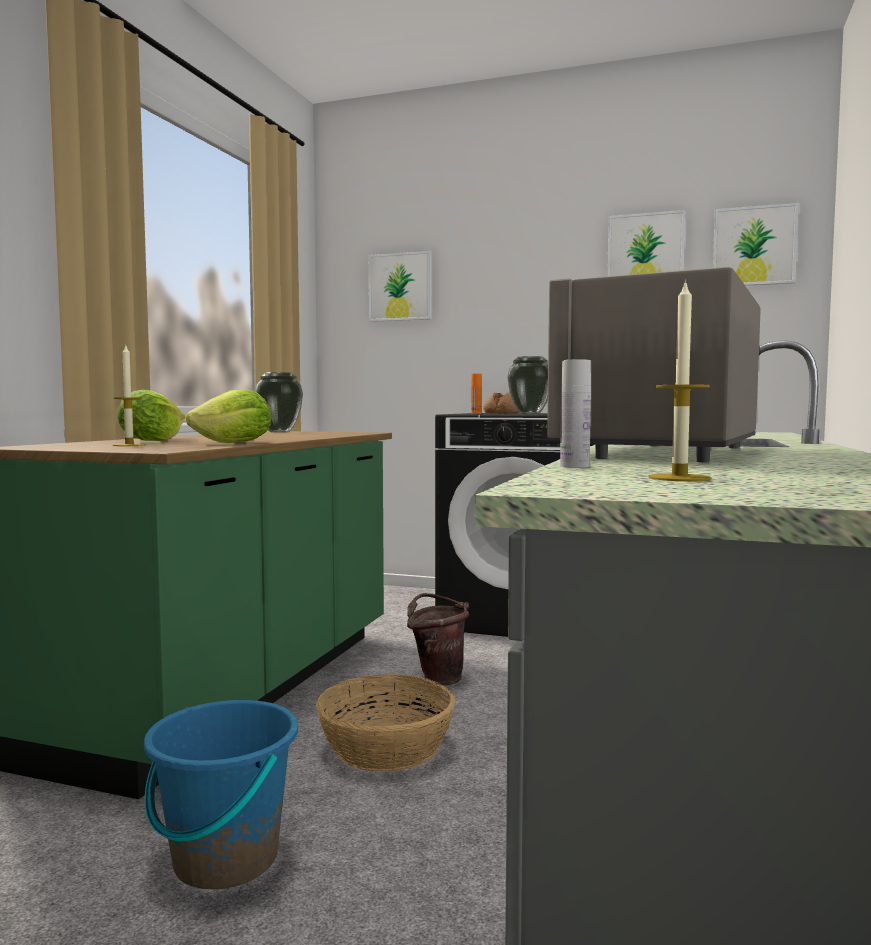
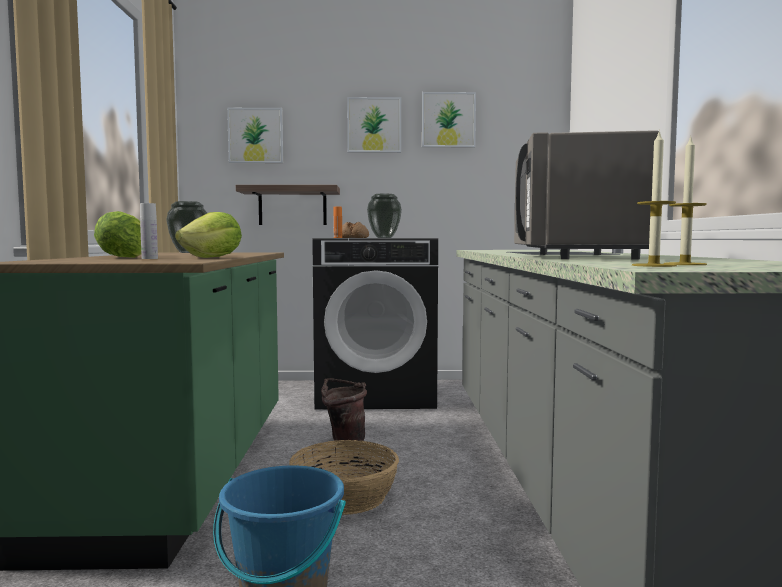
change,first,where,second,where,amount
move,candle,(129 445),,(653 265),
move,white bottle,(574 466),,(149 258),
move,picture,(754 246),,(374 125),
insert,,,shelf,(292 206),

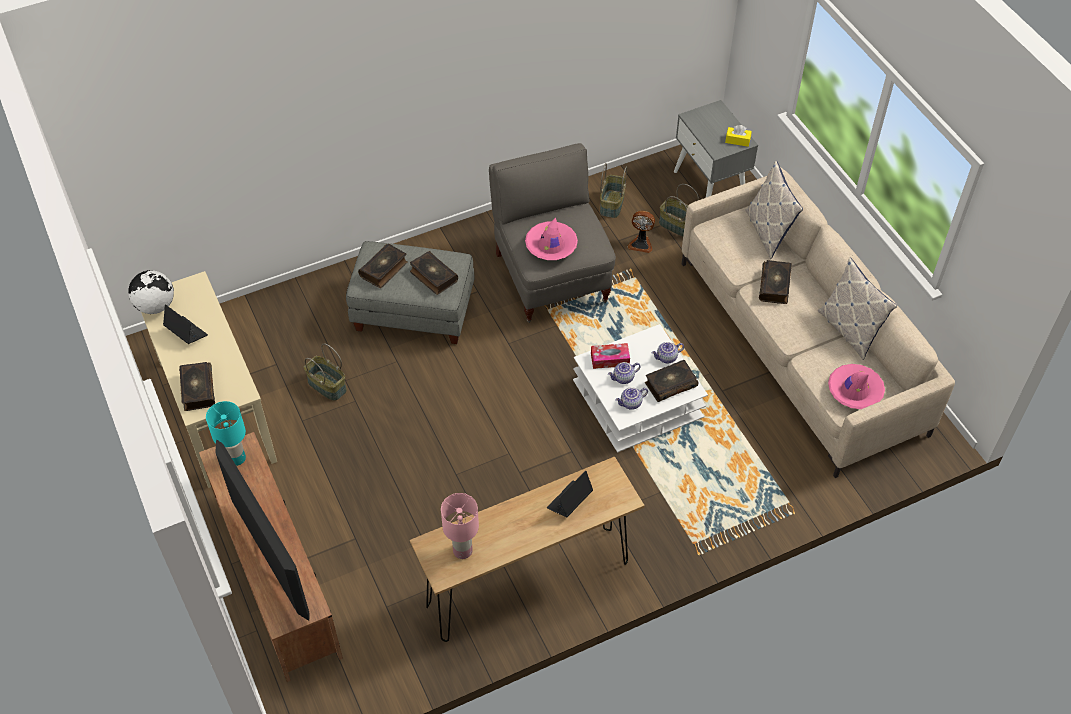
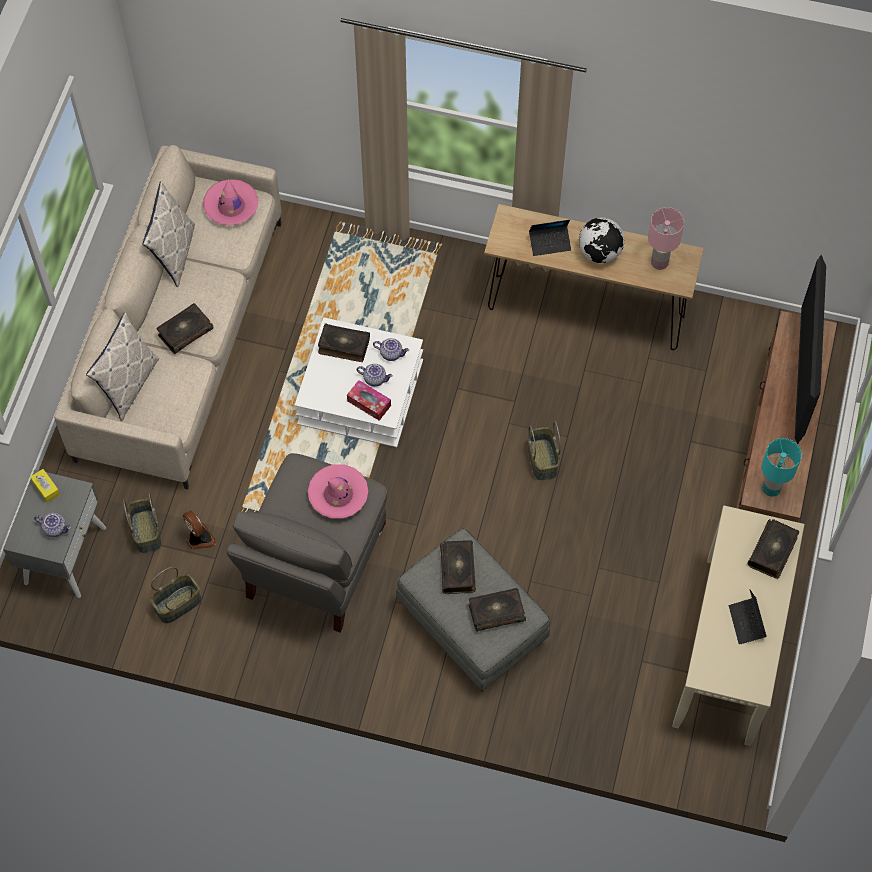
change,first,where,second,where,amount
move,globe,(155 306),,(600 253),
move,basket,(326 386),,(543 460),
move,teapot,(666 358),,(55 528),

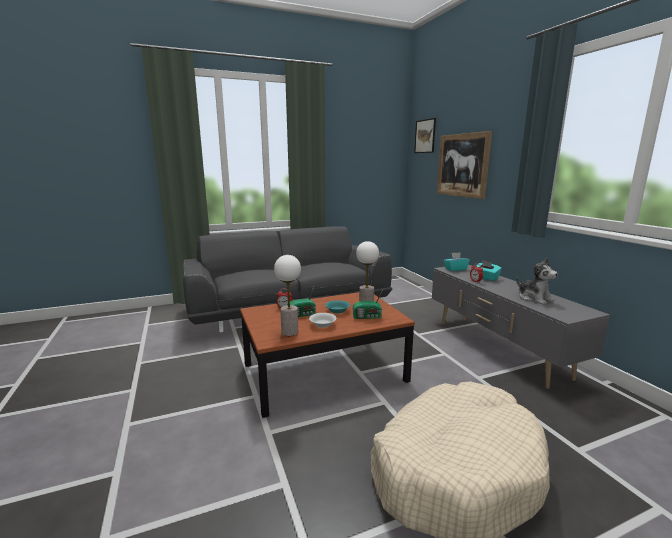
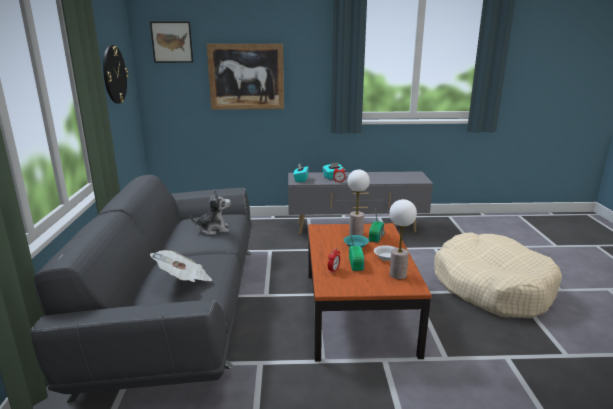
change,first,where,second,where,amount
move,plush toy,(534 298),,(213 229),
insert,,,wall clock,(114 74),
insert,,,newspaper,(184 280),

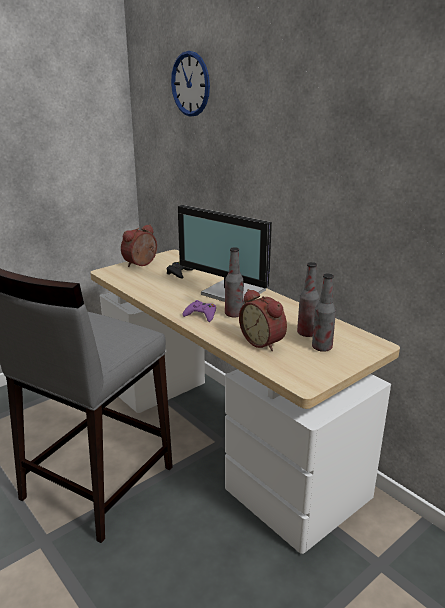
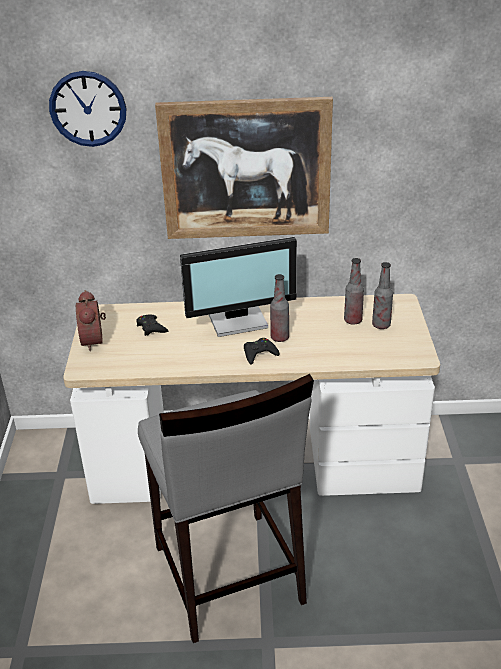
change,first,where,second,where,amount
recolor,purple game controller,(201 315),black game controller,(259 354),
delete,alarm clock,(264 341),,,
insert,,,picture,(246 169),

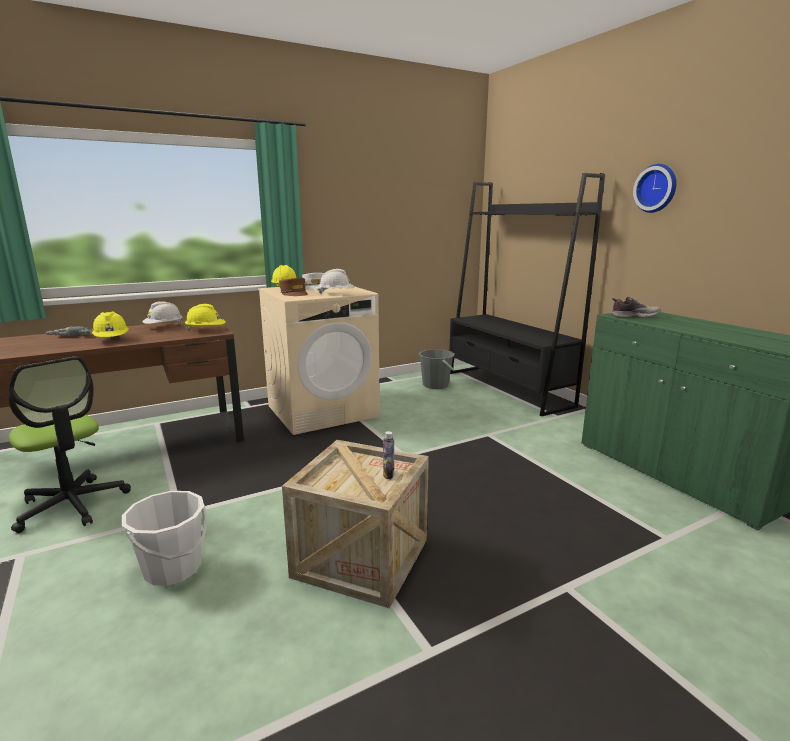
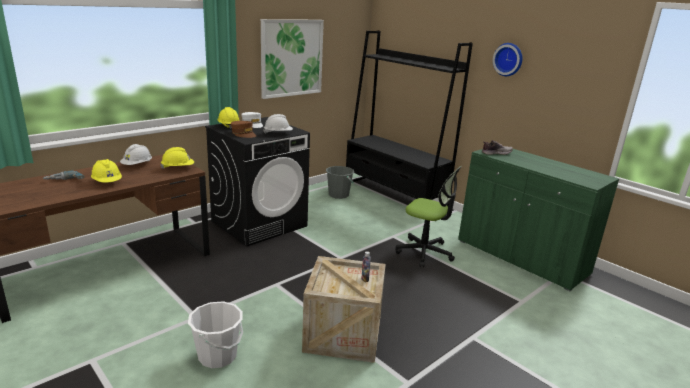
change,first,where,second,where,amount
move,office chair,(72 505),,(424 252),
recolor,beige washing machine,(323 411),black washing machine,(259 223),
insert,,,picture,(291 58),

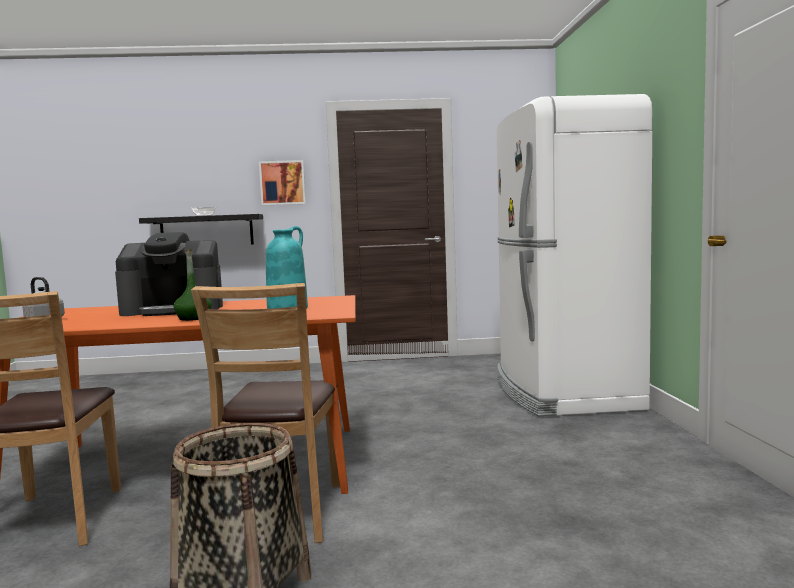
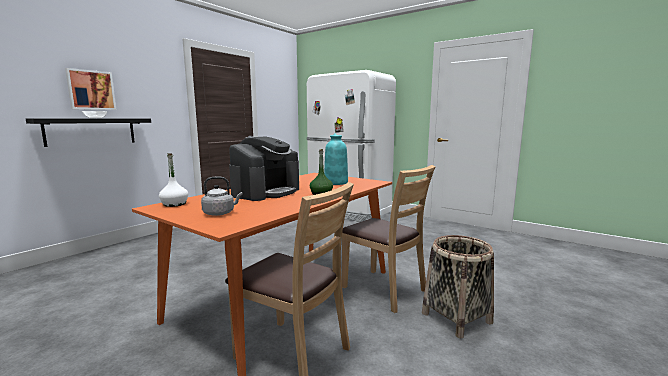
change,first,where,second,where,amount
move,picture,(282 183),,(91 90),
insert,,,white bottle,(174 204),

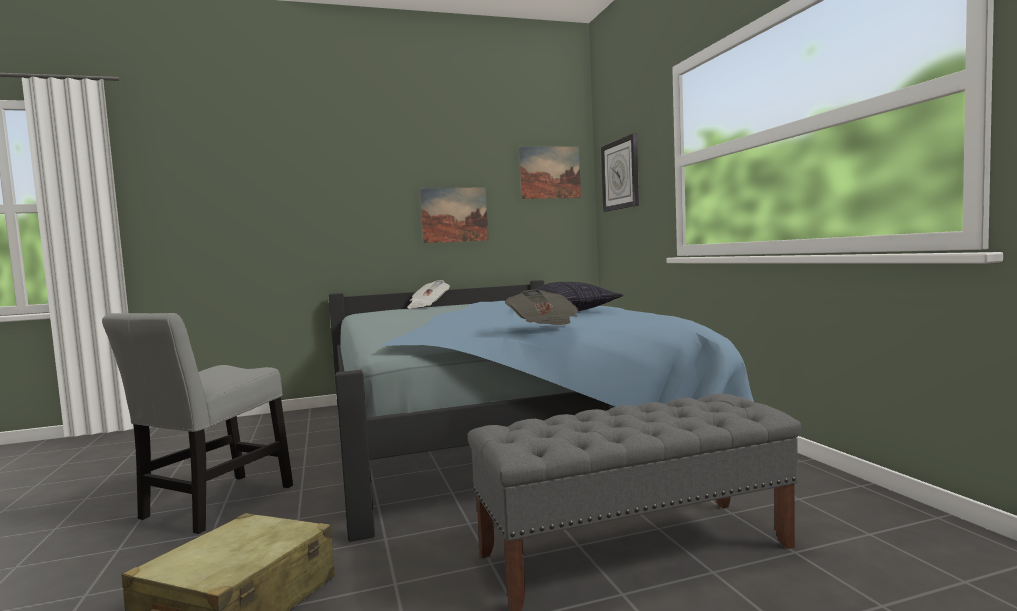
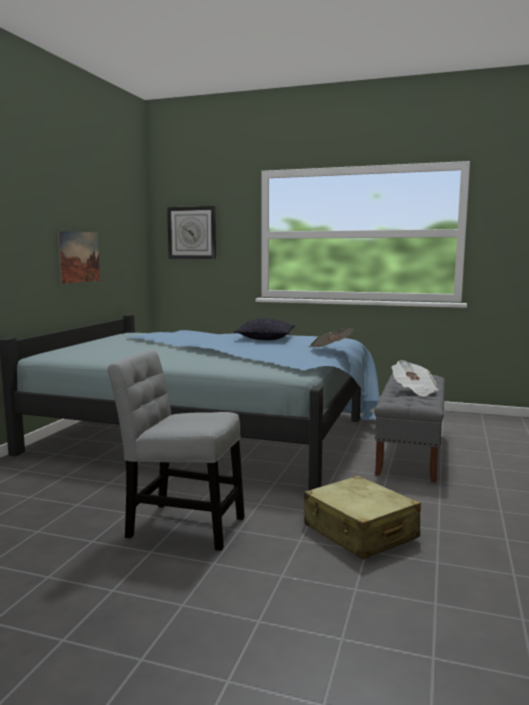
change,first,where,second,where,amount
rotate,grey chair,(213 505),,(181 525),135 degrees clockwise
move,newspaper,(428 306),,(414 390),
delete,picture,(550 172),,,

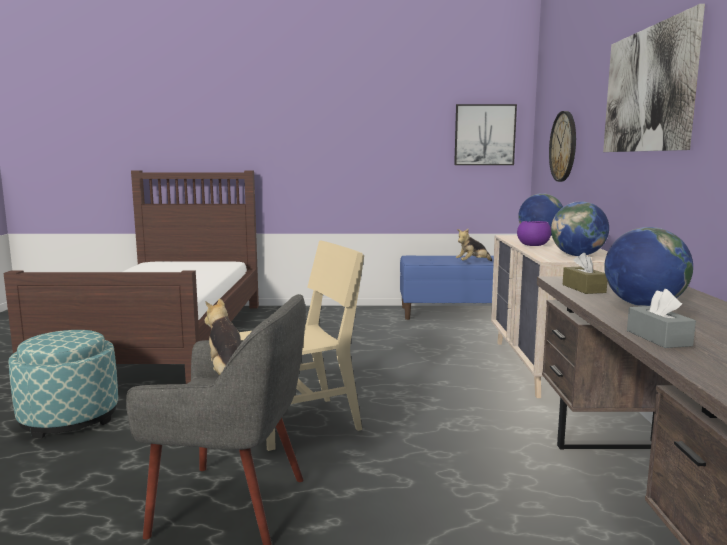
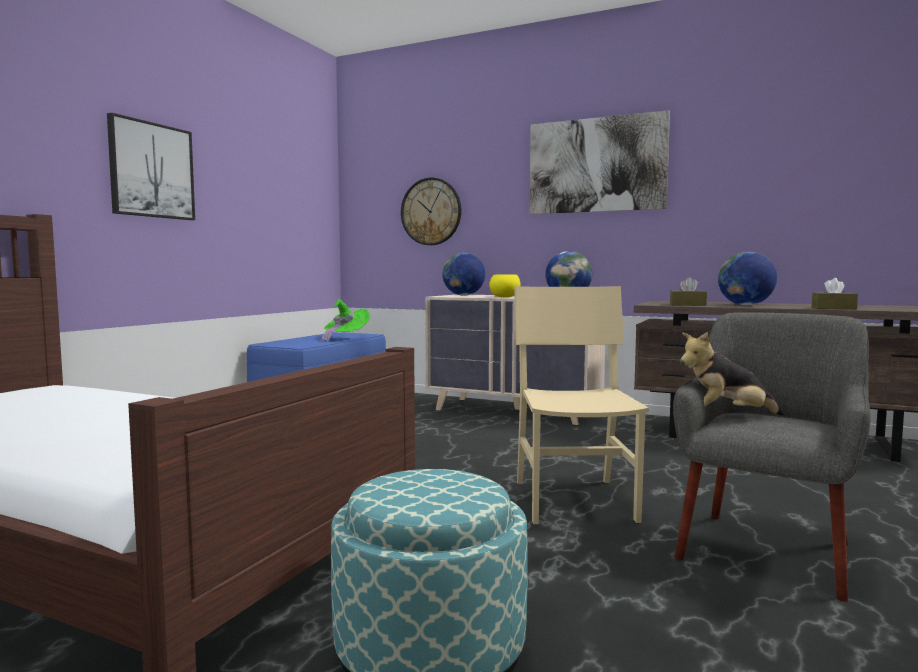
change,first,where,second,where,amount
move,picture,(484 135),,(151 170),
replace,plush toy,(472 263),green hat,(345 339),
recolor,purple bowl,(534 245),yellow bowl,(505 297),
recolor,grey tissue box,(658 338),brown tissue box,(833 308),

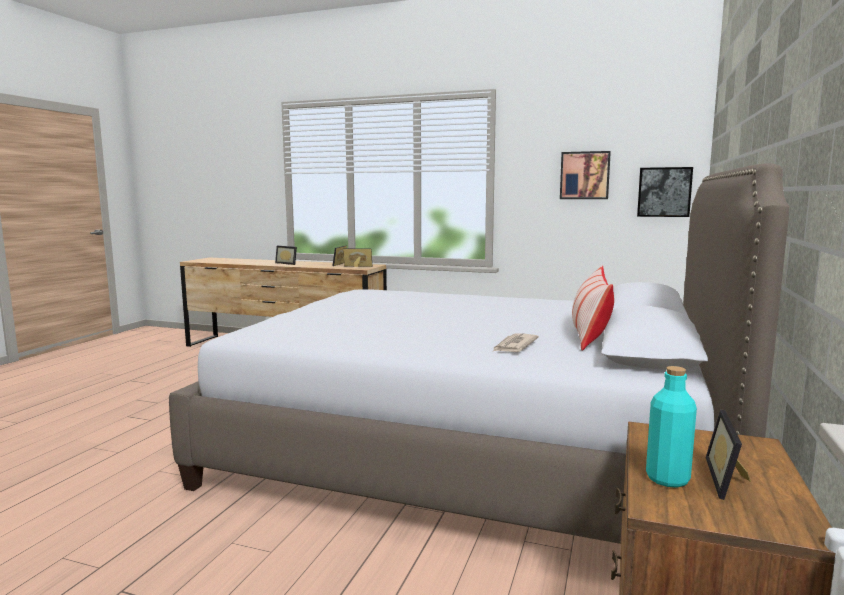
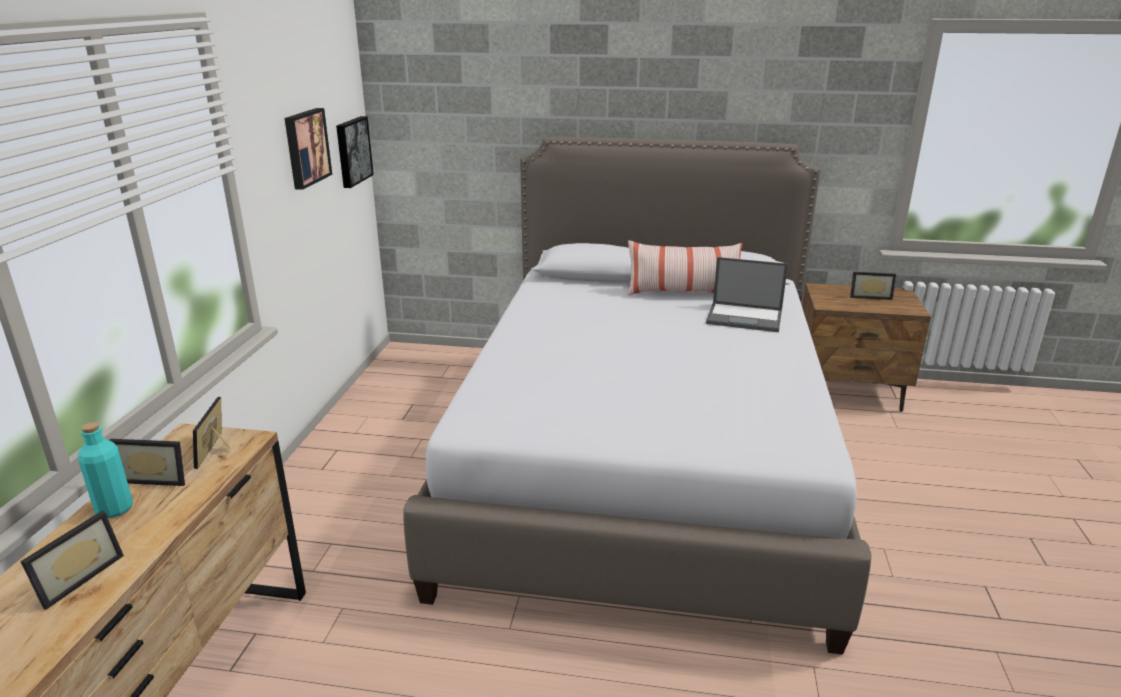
change,first,where,second,where,amount
replace,newspaper,(514 346),laptop,(745 317),
move,turquoise bottle,(667 479),,(114 509),

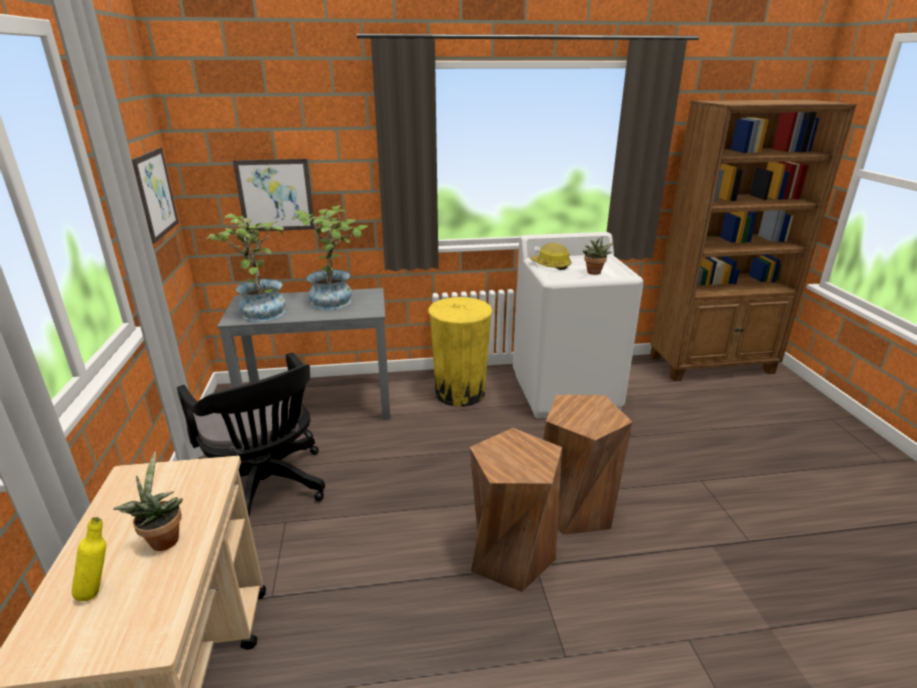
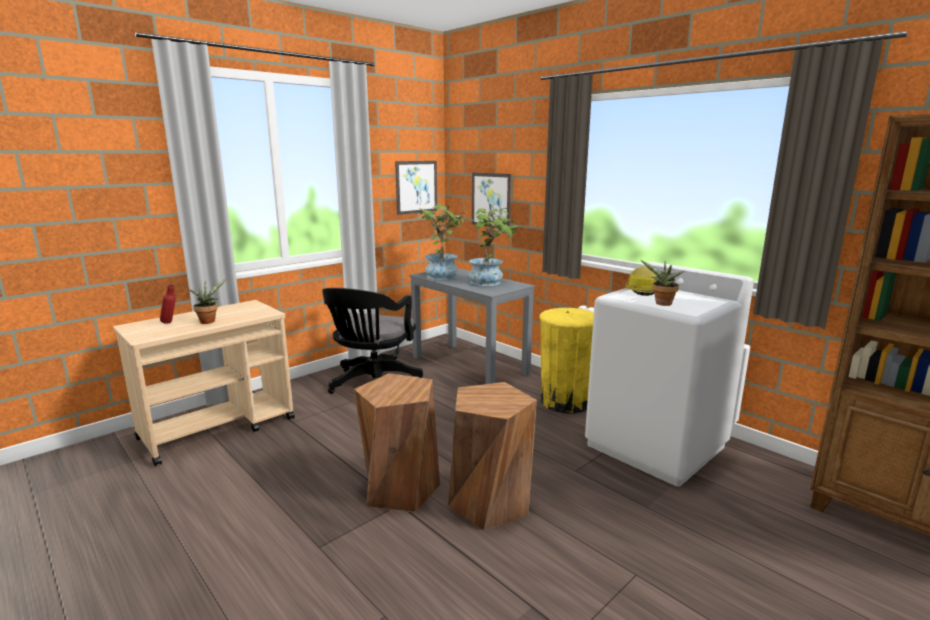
change,first,where,second,where,amount
recolor,yellow bottle,(100 590),red bottle,(170 323),

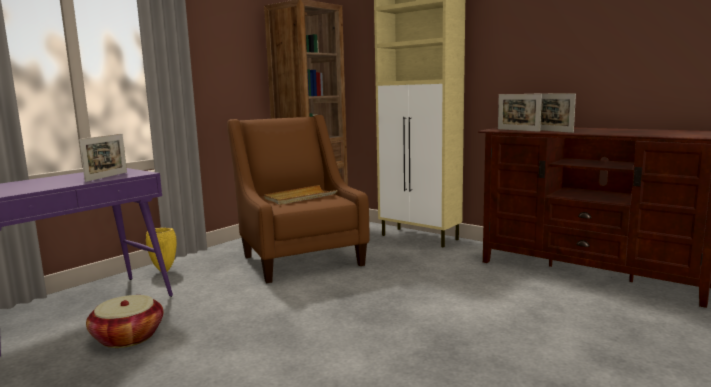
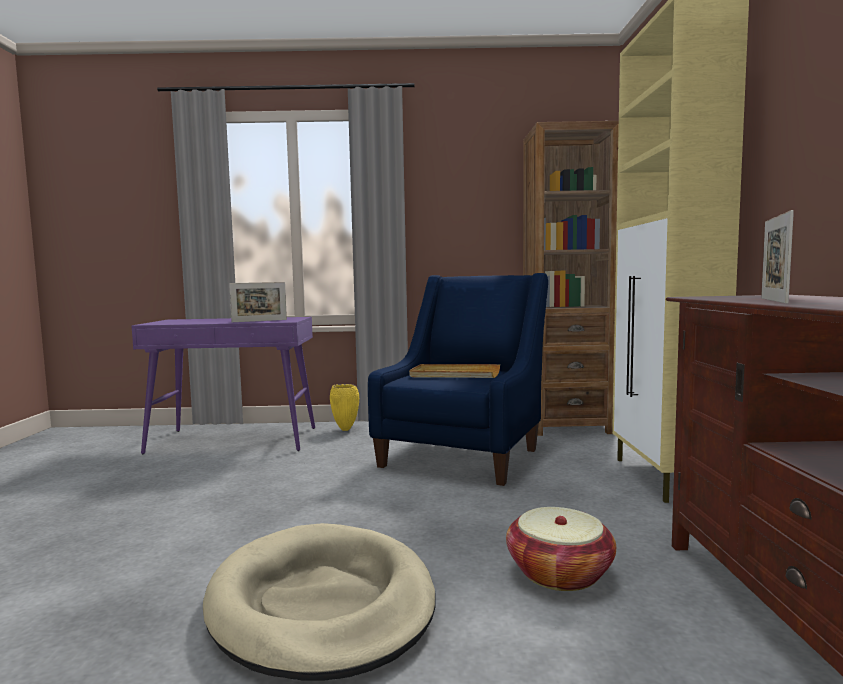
change,first,where,second,where,amount
move,basket,(128 337),,(559 572),
recolor,brown armchair,(299 258),blue armchair,(464 454),
delete,picture frame,(518 130),,,
insert,,,beige dog bed,(322 604),

